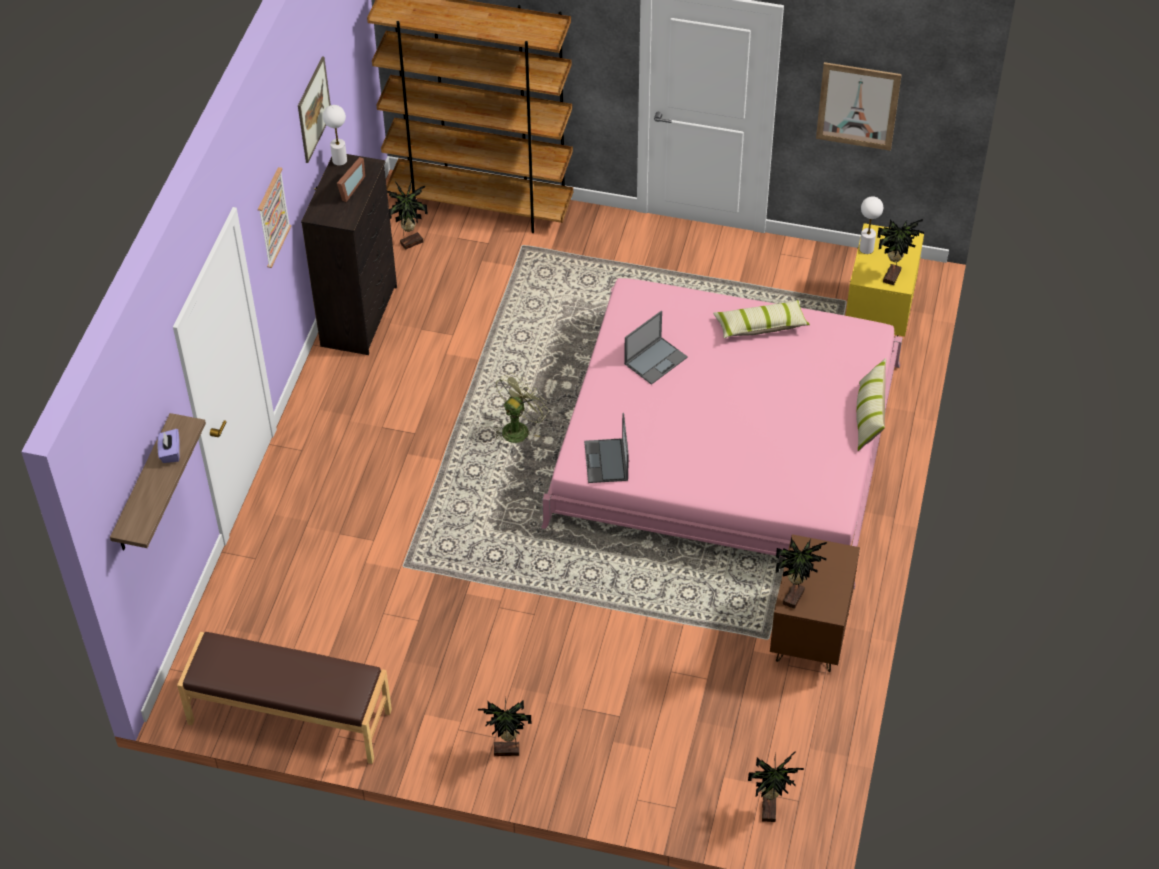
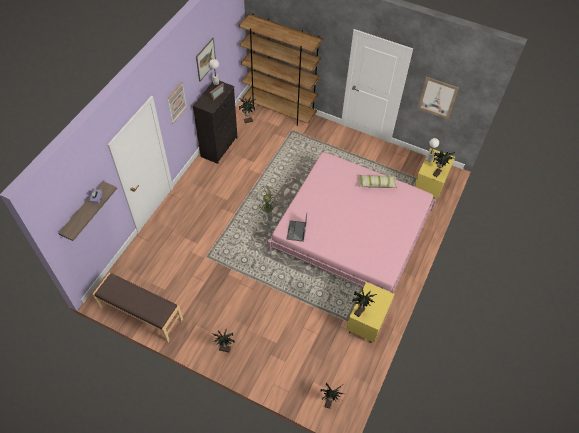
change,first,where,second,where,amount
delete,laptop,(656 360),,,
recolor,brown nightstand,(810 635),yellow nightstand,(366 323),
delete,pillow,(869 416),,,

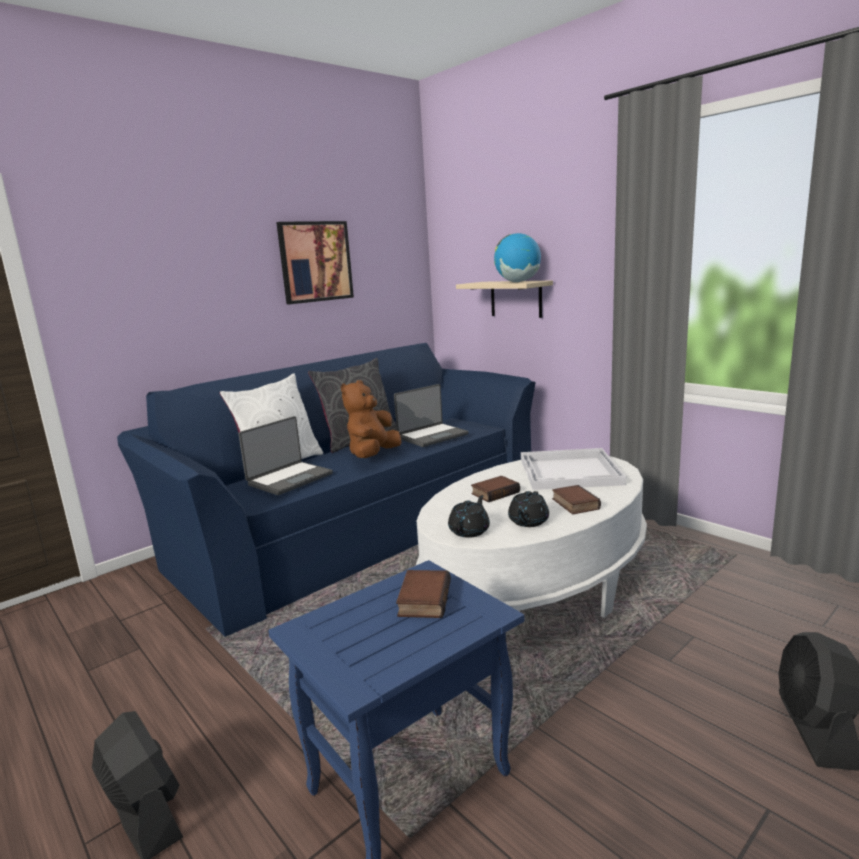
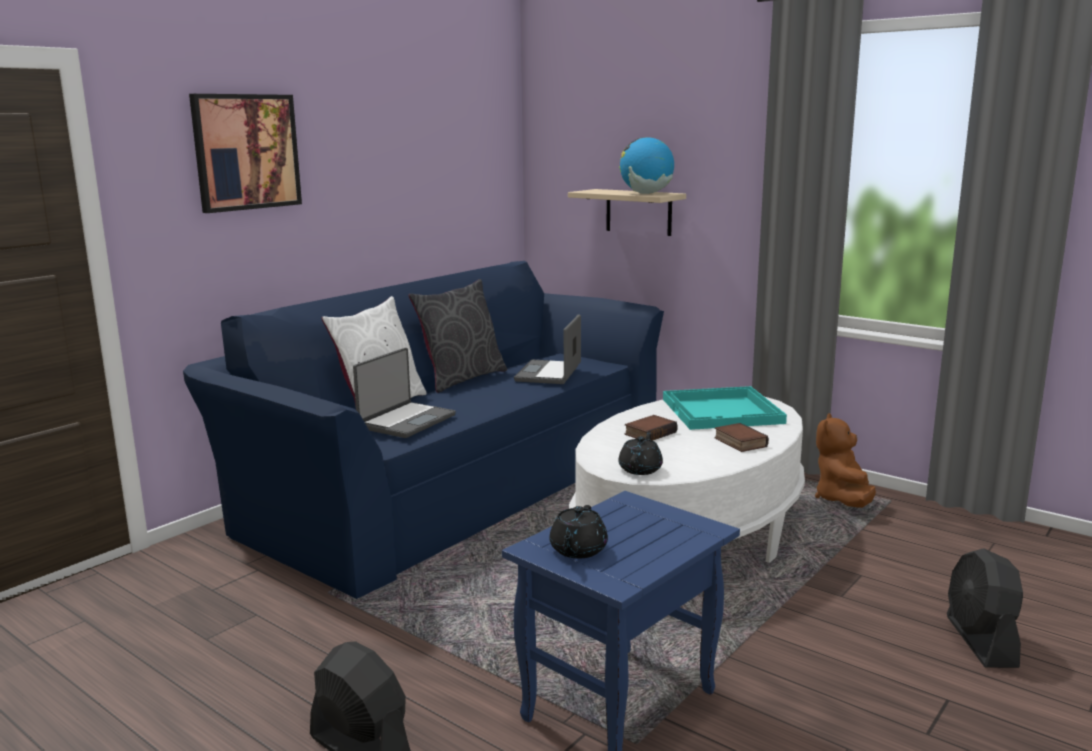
change,first,where,second,where,amount
move,picture,(315 262),,(246 152),
move,brown plush toy,(373 455),,(843 500),
rotate,laptop,(432 436),,(549 374),150 degrees clockwise
delete,book,(422 599),,,
move,black teapot,(528 522),,(577 550),
recolor,white tray,(570 471),turquoise tray,(723 411),

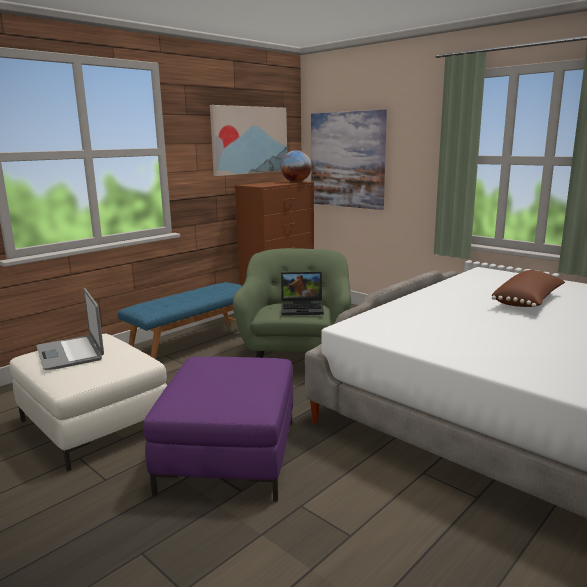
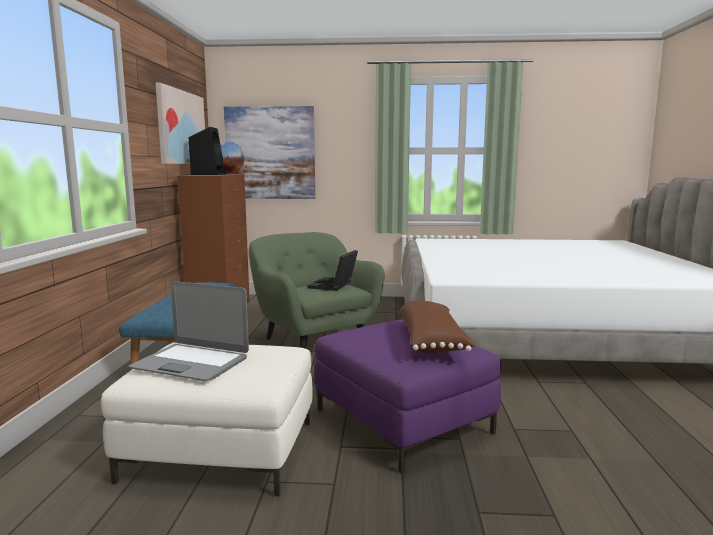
change,first,where,second,where,amount
rotate,laptop,(303 308),,(334 285),150 degrees clockwise
move,brown pillow,(529 302),,(433 341),
insert,,,black speaker,(208 174),

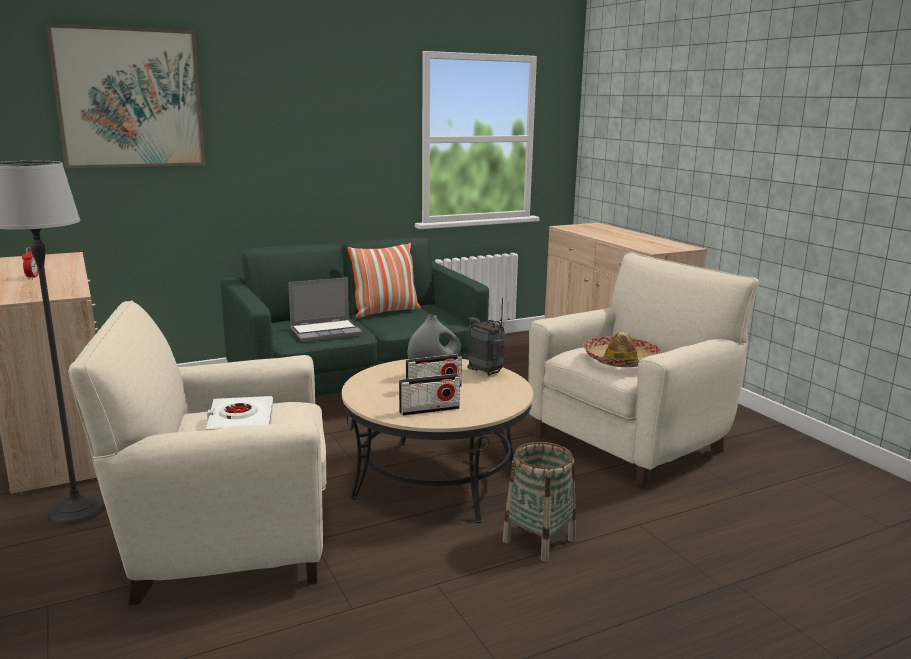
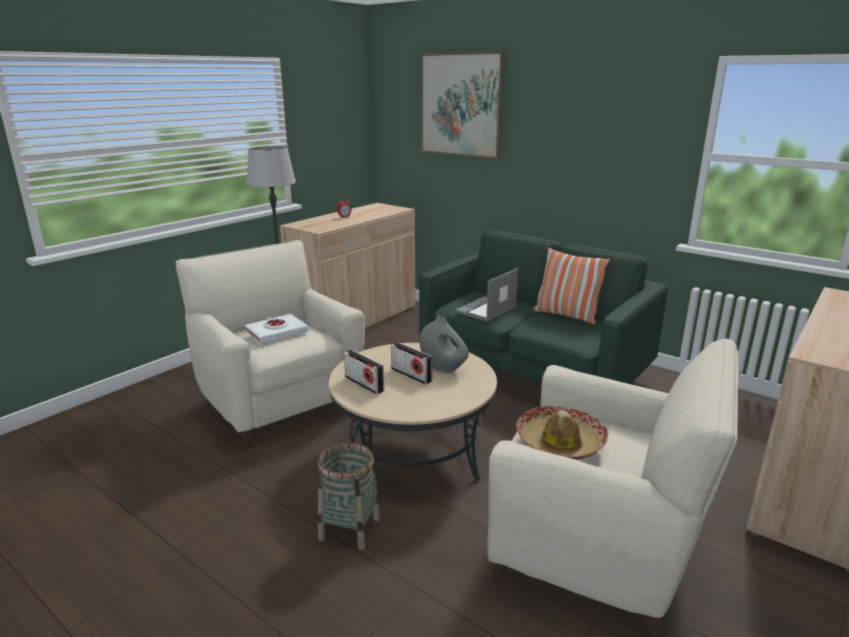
change,first,where,second,where,amount
rotate,laptop,(326 332),,(486 311),90 degrees clockwise
delete,radio,(486 372),,,

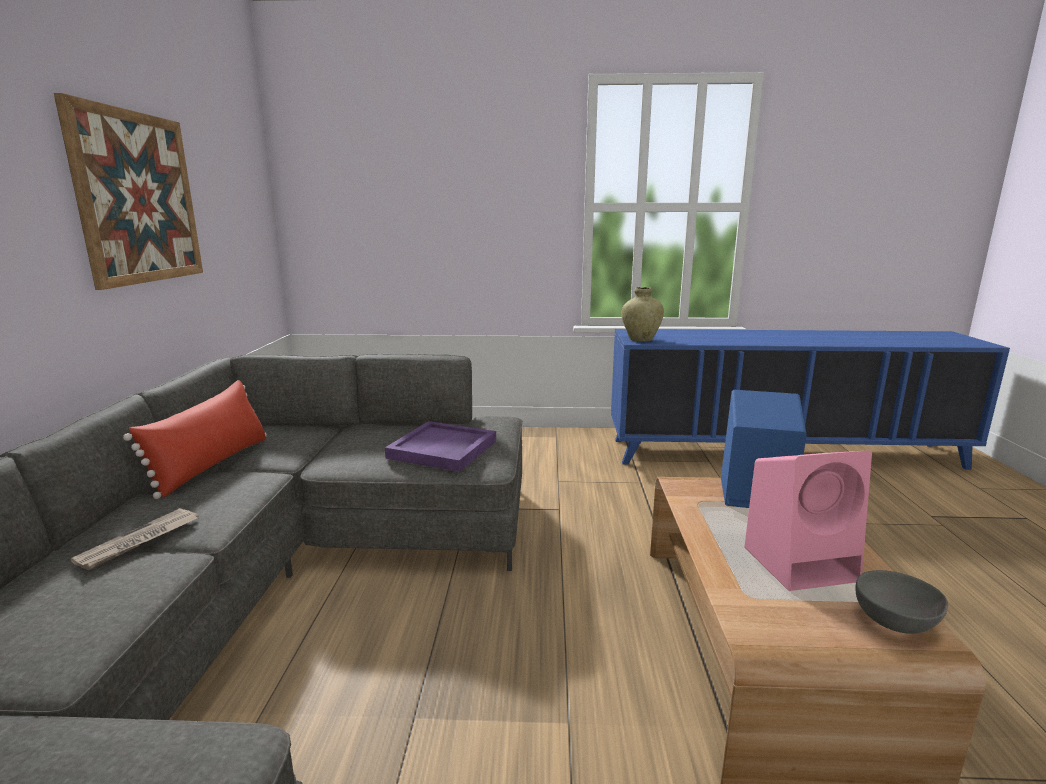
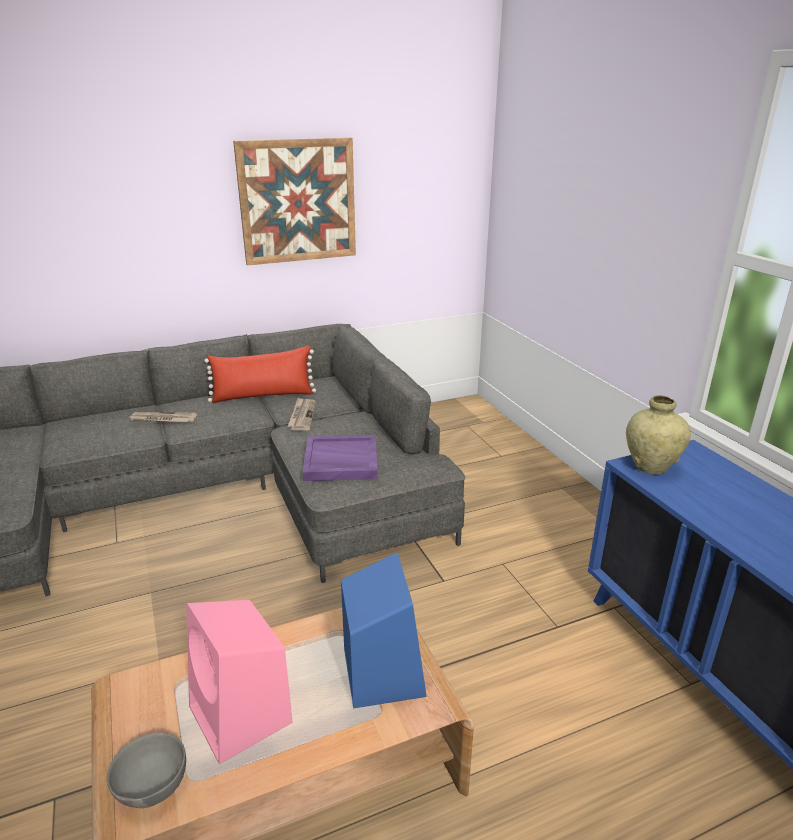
change,first,where,second,where,amount
insert,,,newspaper,(302 416),

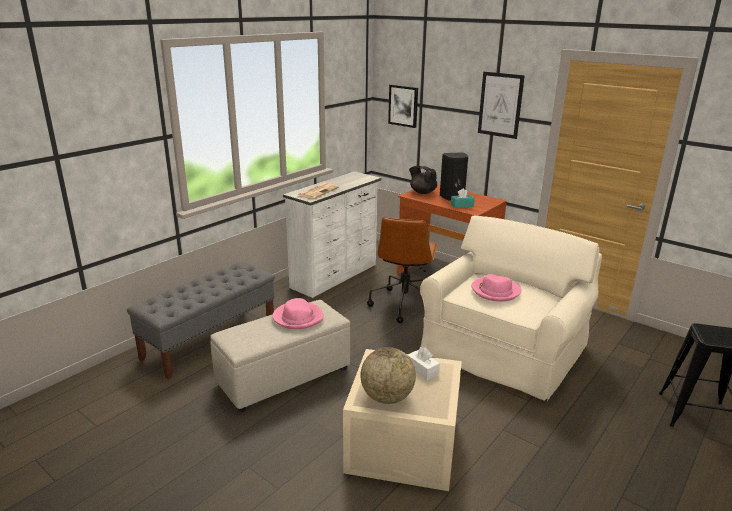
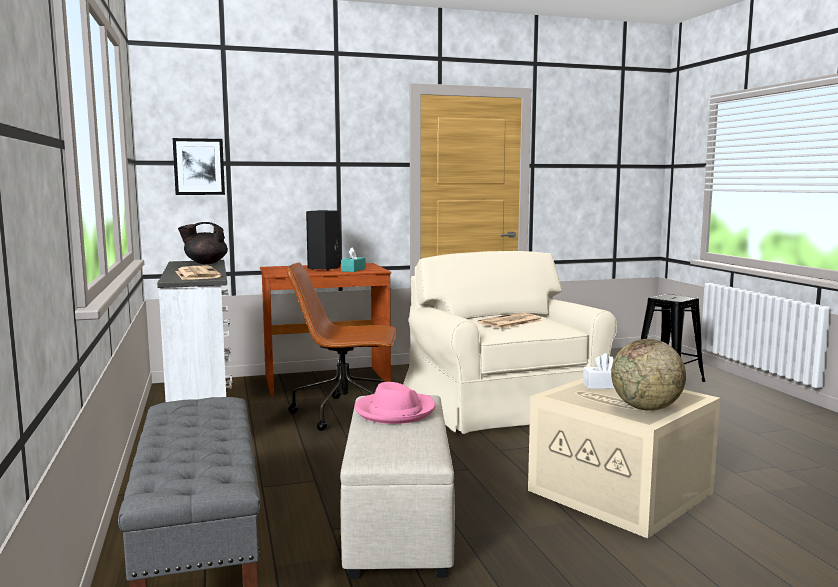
change,first,where,second,where,amount
rotate,brown office chair,(404 304),,(345 413),135 degrees clockwise
move,black teapot,(422 192),,(205 263),
replace,pink hat,(495 291),newspaper,(510 322),
delete,picture,(500 105),,,

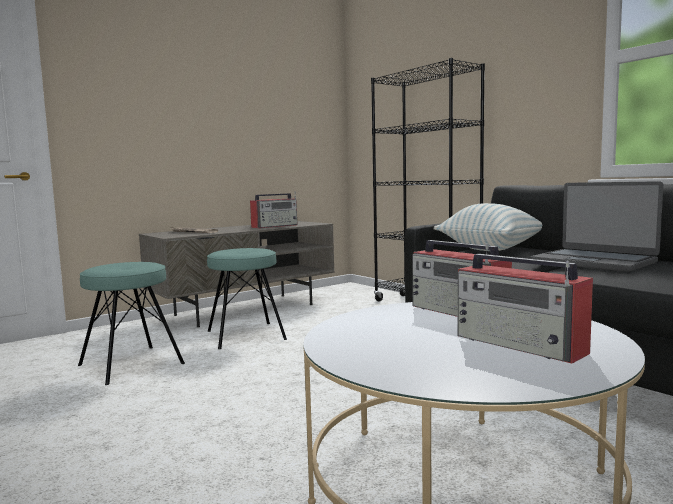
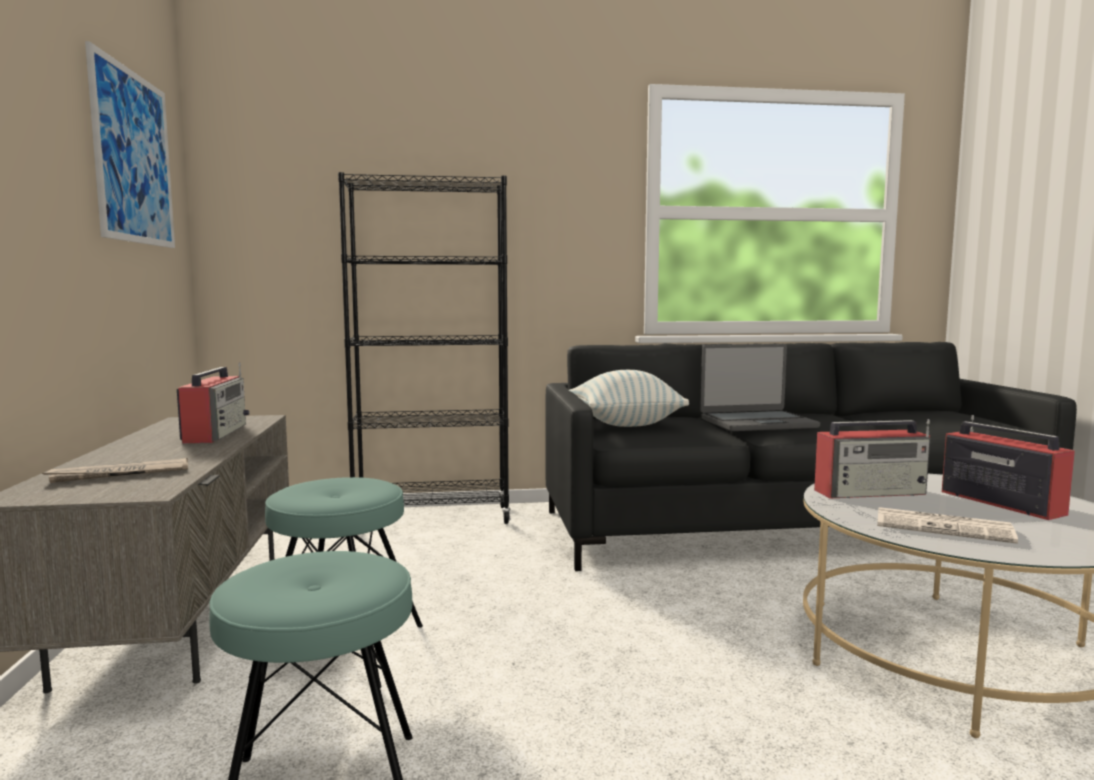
change,first,where,second,where,amount
rotate,radio,(520 345),,(1000 502),105 degrees counterclockwise
insert,,,picture,(133 157),
insert,,,newspaper,(944 527),

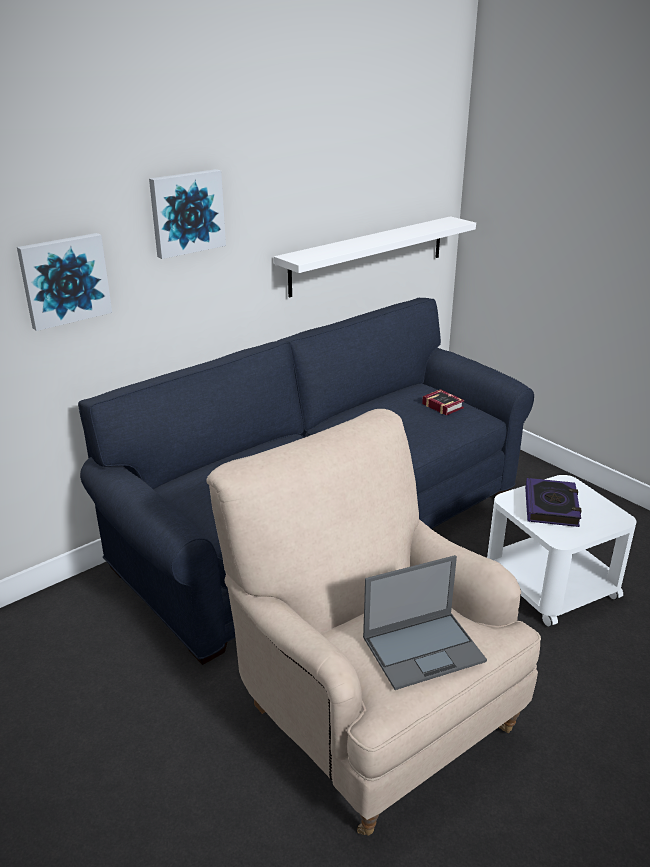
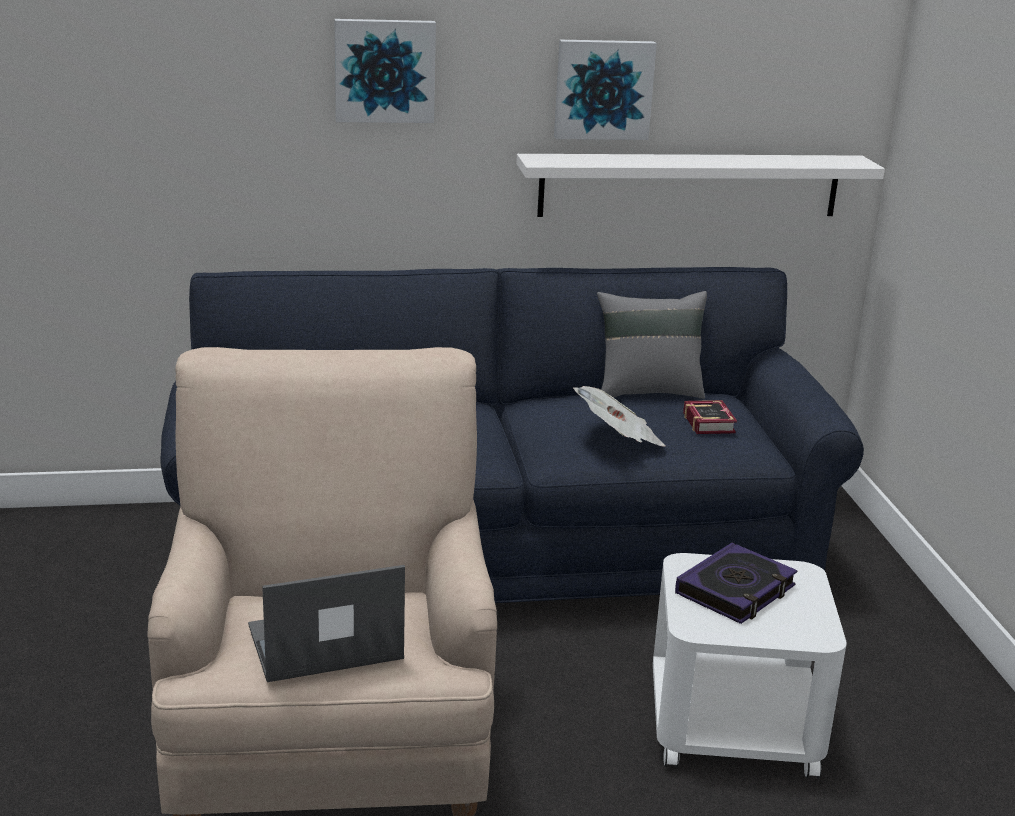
change,first,where,second,where,amount
move,picture,(64 280),,(603 89),
rotate,laptop,(424 648),,(323 643),150 degrees clockwise
insert,,,newspaper,(618 439),
insert,,,grey pillow,(647 392),

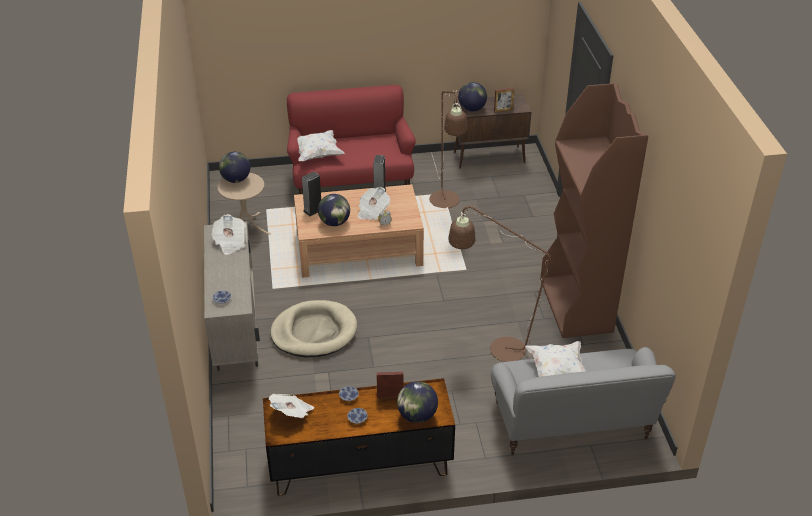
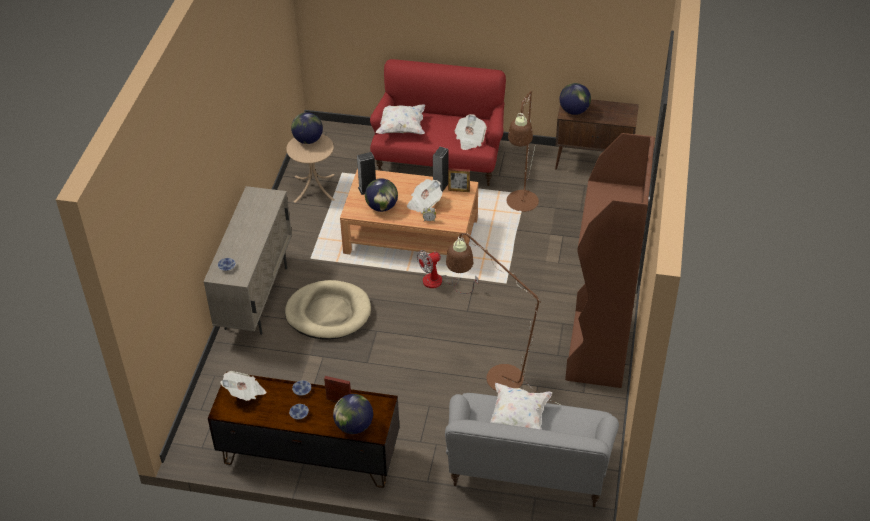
change,first,where,second,where,amount
move,newspaper,(230 242),,(469 139),
move,picture frame,(503 110),,(459 190),
insert,,,fan,(439 283),

